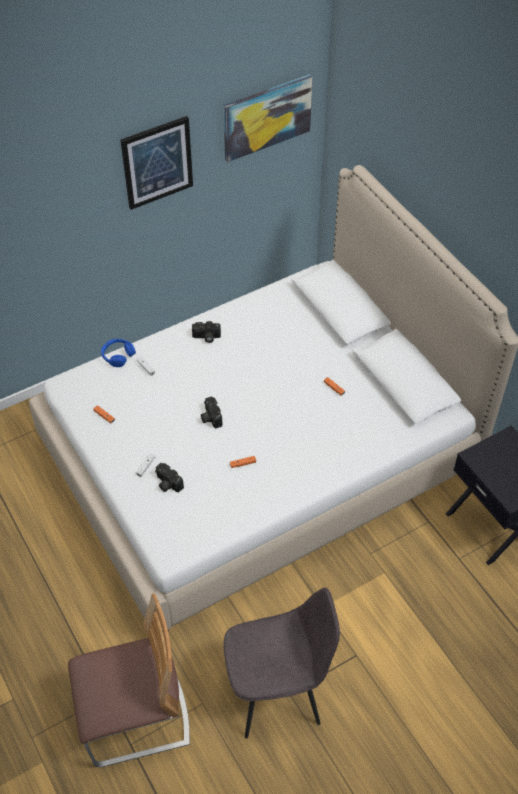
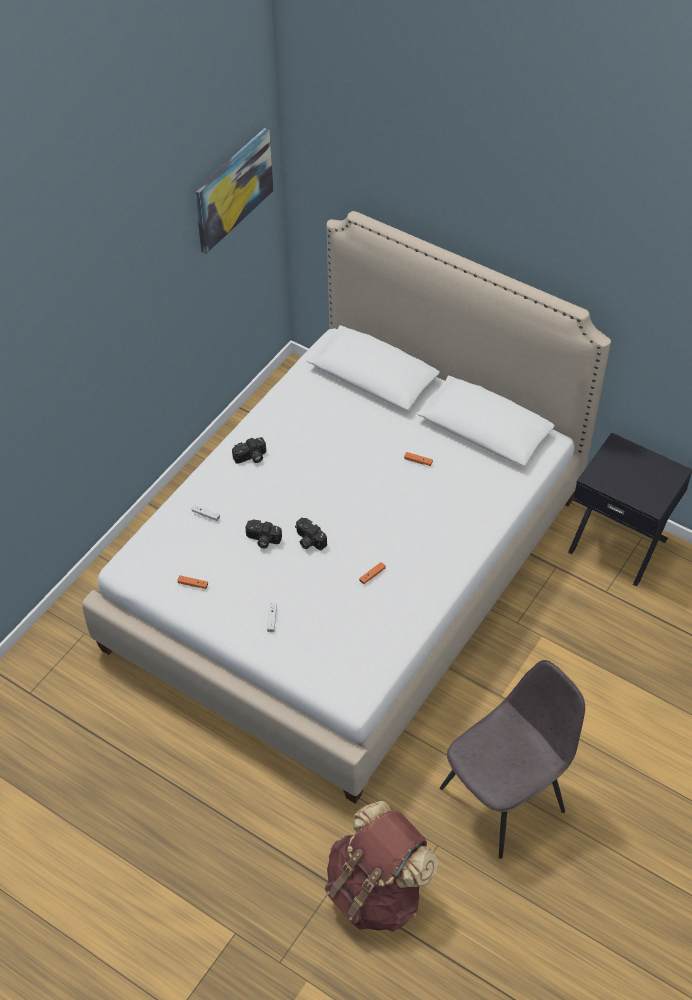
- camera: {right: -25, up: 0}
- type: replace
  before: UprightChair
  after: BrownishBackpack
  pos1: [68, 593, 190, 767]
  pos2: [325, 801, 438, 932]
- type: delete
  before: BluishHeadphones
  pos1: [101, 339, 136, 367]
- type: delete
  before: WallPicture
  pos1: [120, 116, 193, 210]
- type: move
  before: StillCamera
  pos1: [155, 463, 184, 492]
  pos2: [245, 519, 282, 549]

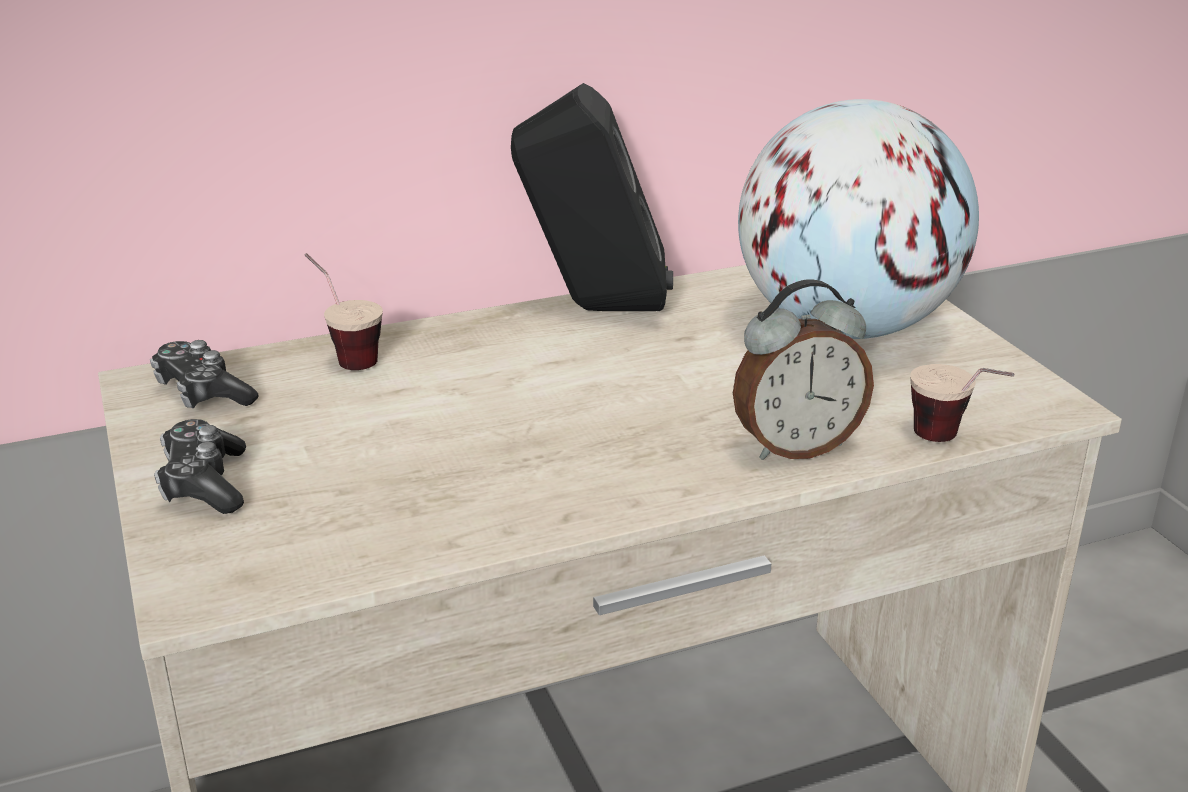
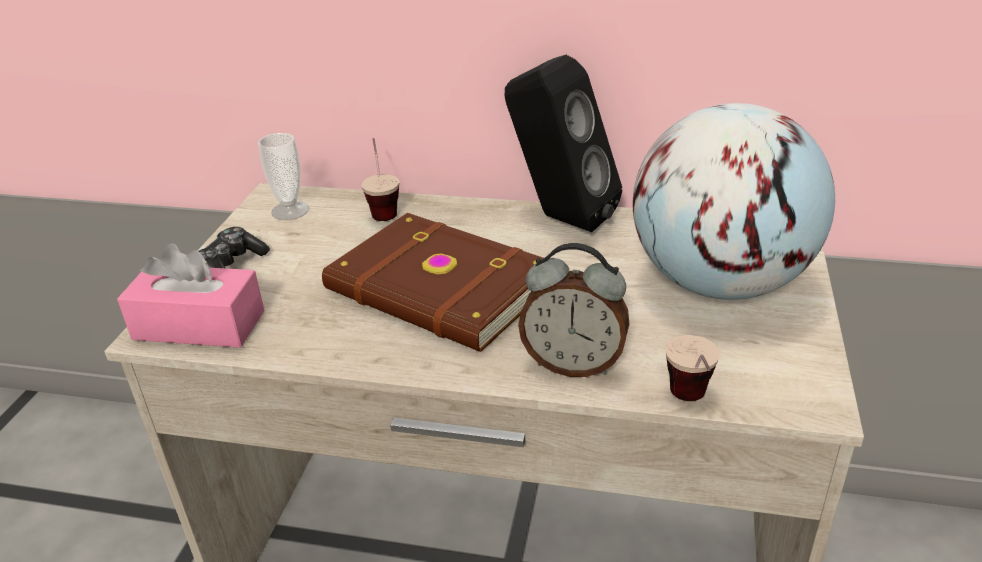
- camera: {right: 35, up: 5}
- type: replace
  before: Joypad
  after: DrinkingCup
  pos1: [150, 340, 259, 409]
  pos2: [258, 133, 309, 220]
- type: insert
  after: PinkTissueHolder
  pos2: [117, 243, 265, 348]
- type: insert
  after: BrownishBook
  pos2: [322, 213, 543, 352]

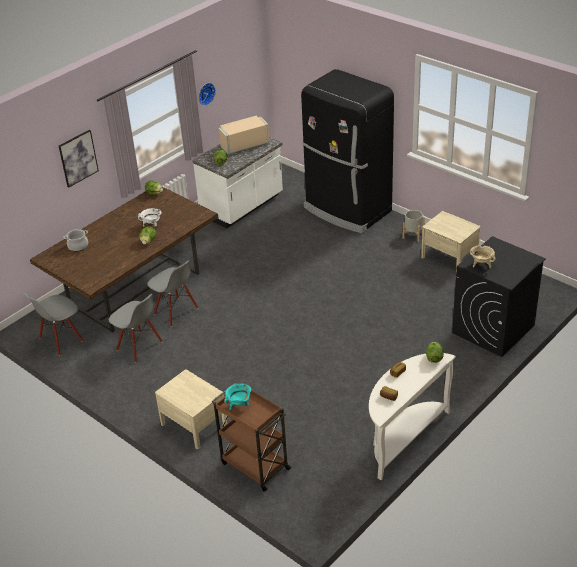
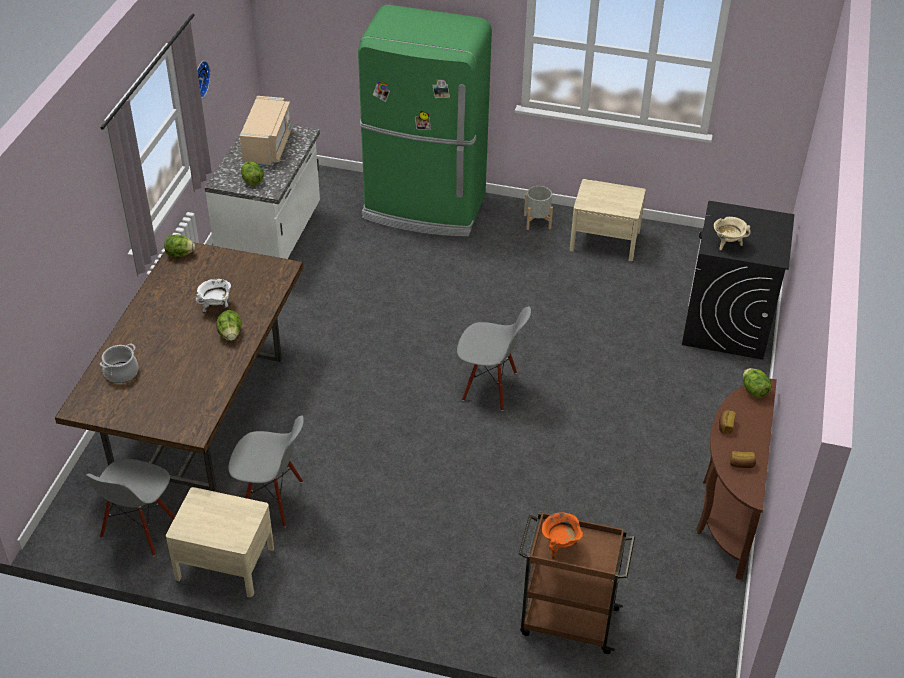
- camera: {right: -30, up: 5}
- type: delete
  before: WallPicture
  pos1: [59, 130, 99, 187]
- type: move
  before: GreyishUprightChair
  pos1: [147, 260, 199, 327]
  pos2: [457, 306, 531, 411]
- type: move
  before: BeigeColouredNightTable
  pos1: [155, 370, 227, 449]
  pos2: [166, 487, 274, 597]
- type: rotate
  before: BeigeColouredMicrowaveOven
  pos1: [219, 116, 270, 155]
  pos2: [240, 96, 292, 166]
  turn: 150
- type: recolor
  before: BlueGreenStockpot
  after: OrangeColouredStockpot
  pos1: [224, 383, 251, 411]
  pos2: [542, 512, 583, 559]
- type: recolor
  before: BlackishFridge
  after: GreenColouredFridge
  pos1: [301, 69, 394, 233]
  pos2: [358, 5, 492, 236]
- type: recolor
  before: WhiteColouredHallTable
  after: BrownishHallTable
  pos1: [369, 353, 456, 480]
  pos2: [696, 379, 777, 579]

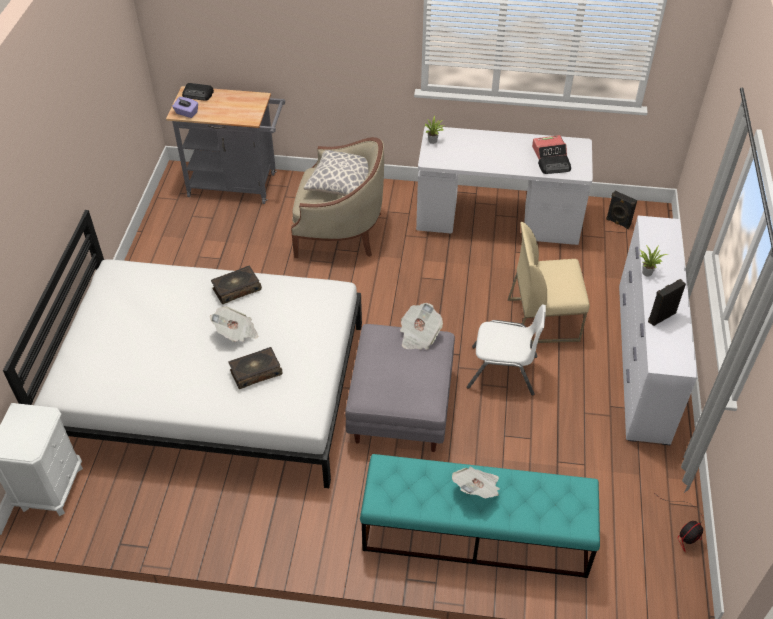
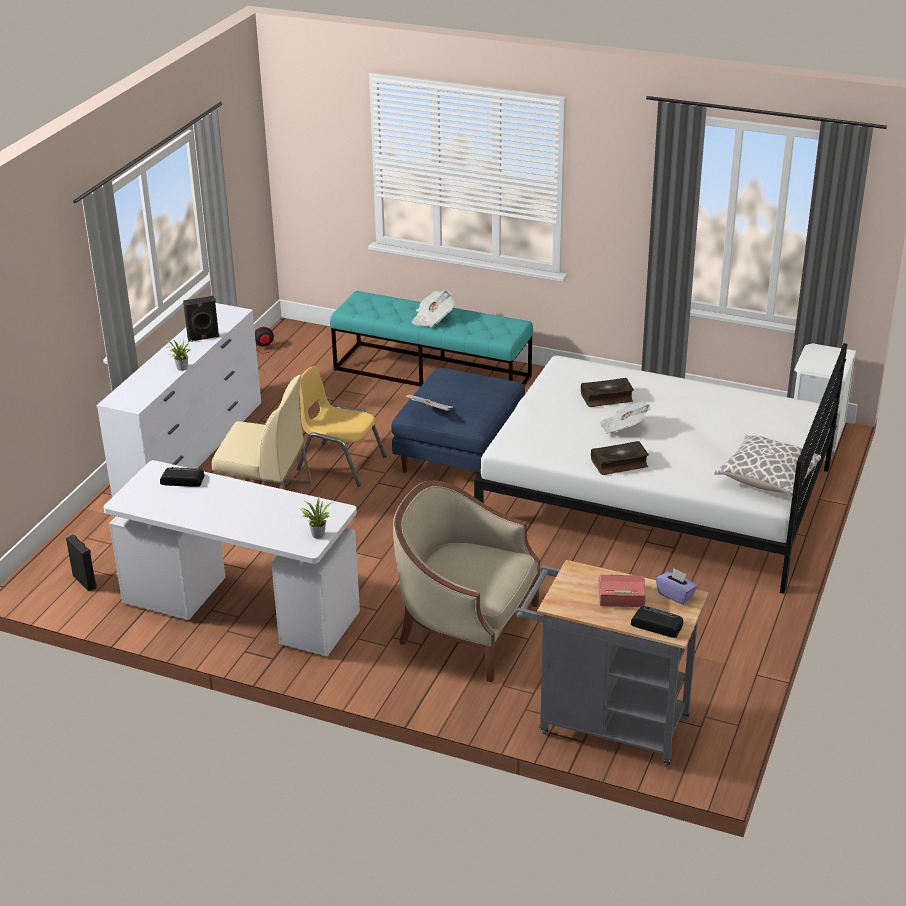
- camera: {right: -165, up: -15}
- type: move
  before: Pillow
  pos1: [304, 150, 368, 196]
  pos2: [714, 435, 821, 496]
- type: recolor
  before: GreyishFootrest
  after: BluishFootrest
  pos1: [345, 324, 455, 452]
  pos2: [392, 368, 525, 478]
- type: recolor
  before: WhiteColouredUprightChair
  after: YellowUprightChair
  pos1: [467, 304, 546, 396]
  pos2: [297, 366, 387, 487]
- type: move
  before: AlarmClock
  pos1: [532, 135, 567, 159]
  pos2: [598, 575, 646, 607]

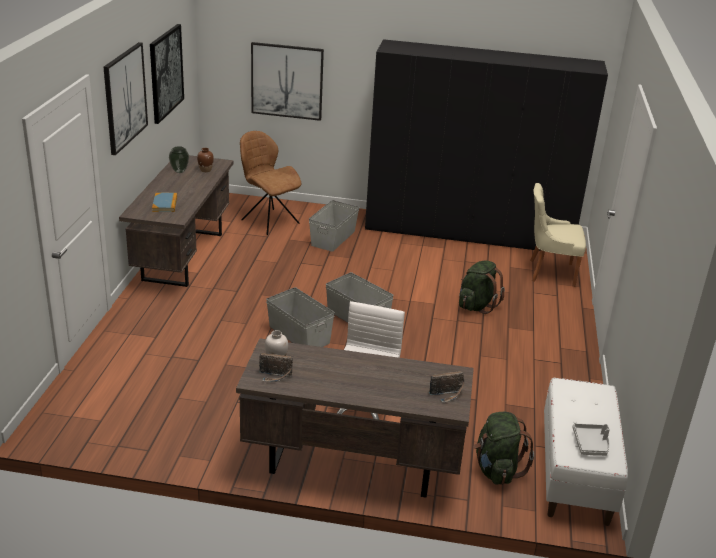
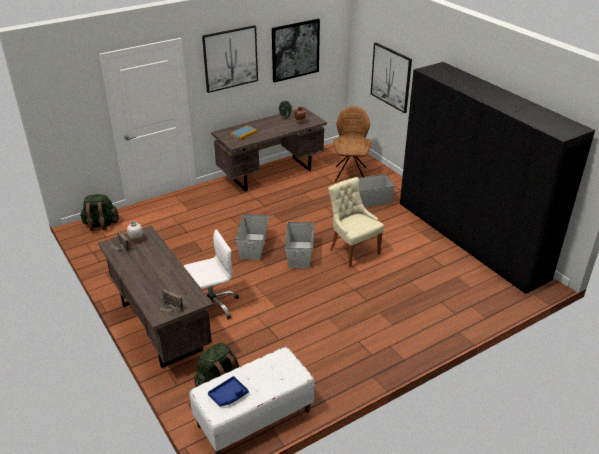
- camera: {right: 50, up: 5}
- type: move
  before: GreenColouredBackpack
  pos1: [459, 261, 505, 314]
  pos2: [81, 194, 119, 231]
- type: move
  before: BeigeColouredUprightChair
  pos1: [530, 183, 586, 287]
  pos2: [328, 177, 384, 268]
- type: recolor
  before: GreyishCarryingTray
  after: BluishCarryingTray
  pos1: [573, 423, 610, 456]
  pos2: [208, 376, 249, 406]

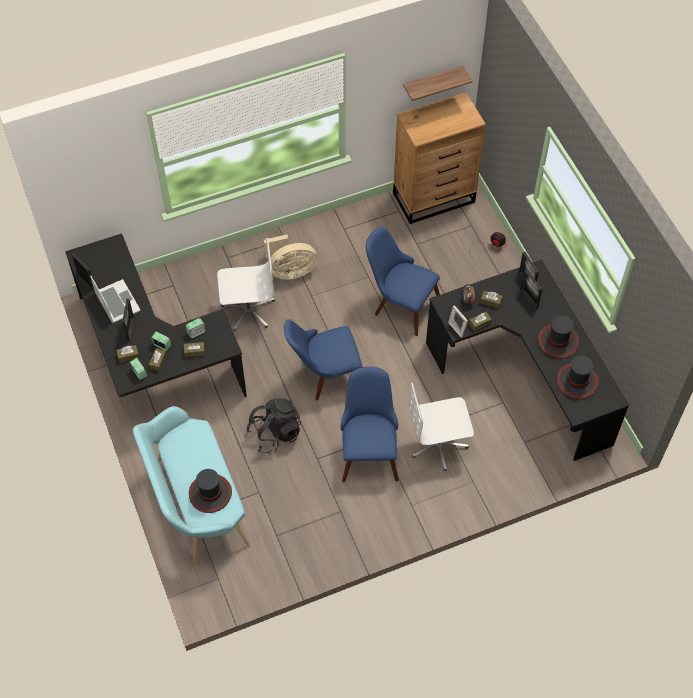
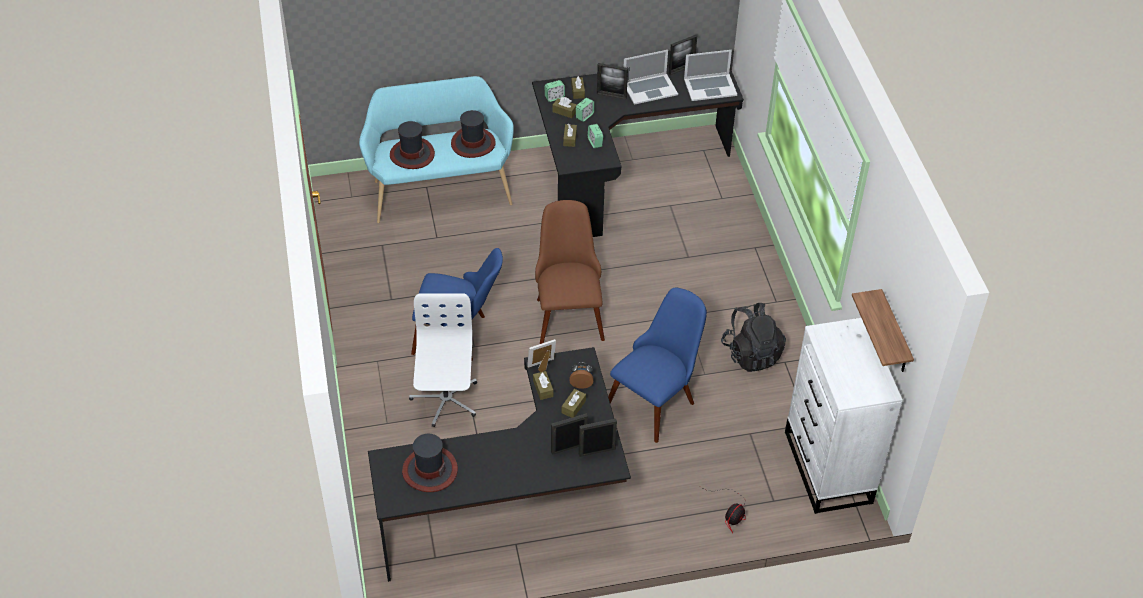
- camera: {right: 100, up: -10}
- type: delete
  before: WhiteColouredComputerChair
  pos1: [217, 238, 275, 331]
- type: move
  before: BlackishBackpack
  pos1: [247, 398, 301, 454]
  pos2: [721, 303, 786, 372]
- type: delete
  before: BeigeColouredCoolingFan
  pos1: [264, 235, 317, 280]
- type: recolor
  before: BluishUprightChair
  after: BrownishUprightChair
  pos1: [284, 319, 362, 400]
  pos2: [535, 200, 605, 344]
- type: recolor
  before: BrownishDresser
  after: WhiteColouredDresser
  pos1: [393, 93, 486, 224]
  pos2: [785, 318, 903, 514]
- type: move
  before: Hat
  pos1: [538, 315, 579, 358]
  pos2: [451, 110, 496, 158]
- type: insert
  after: NotebookComputer
  pos2: [684, 50, 737, 101]

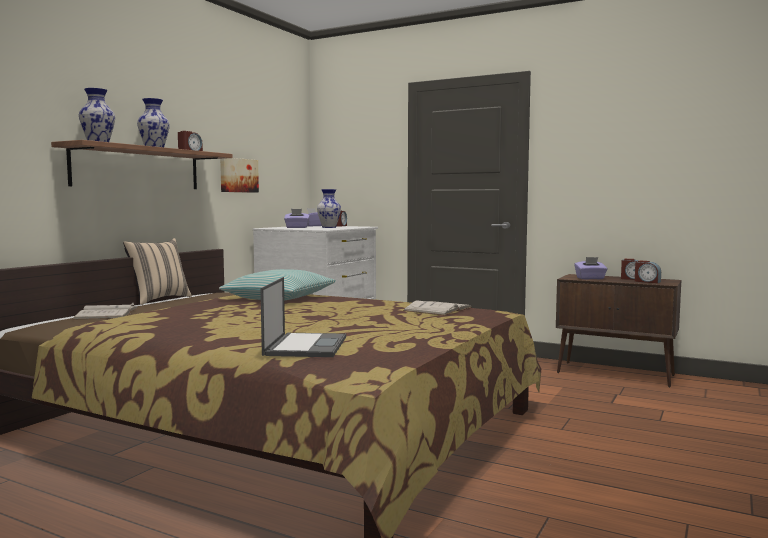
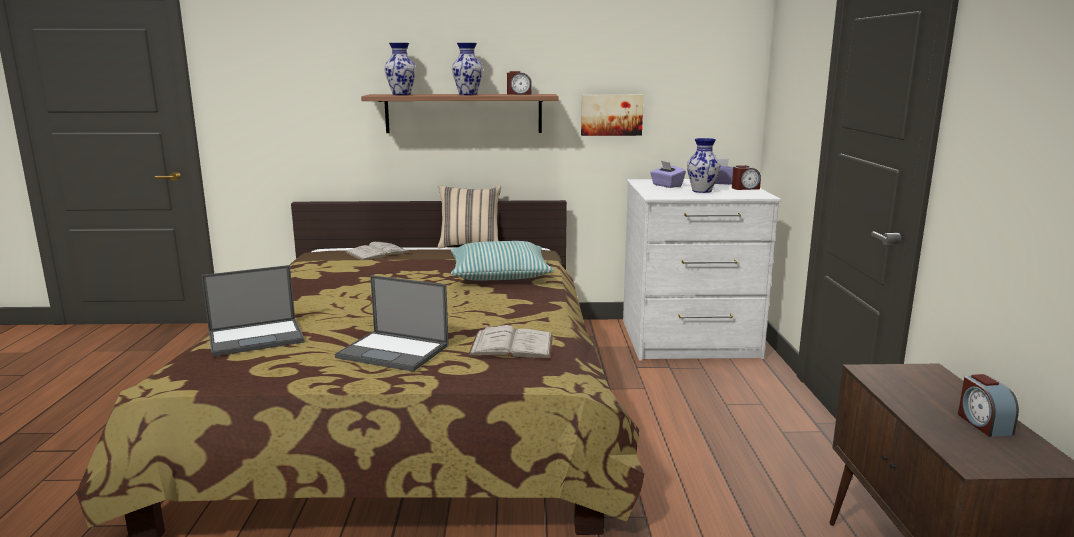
- camera: {right: 60, up: 10}
- type: delete
  before: PurpleTissueHolder
  pos1: [574, 257, 607, 279]
- type: delete
  before: AlarmClock
  pos1: [635, 260, 661, 283]
- type: insert
  after: NotebookComputer
  pos2: [335, 275, 449, 372]

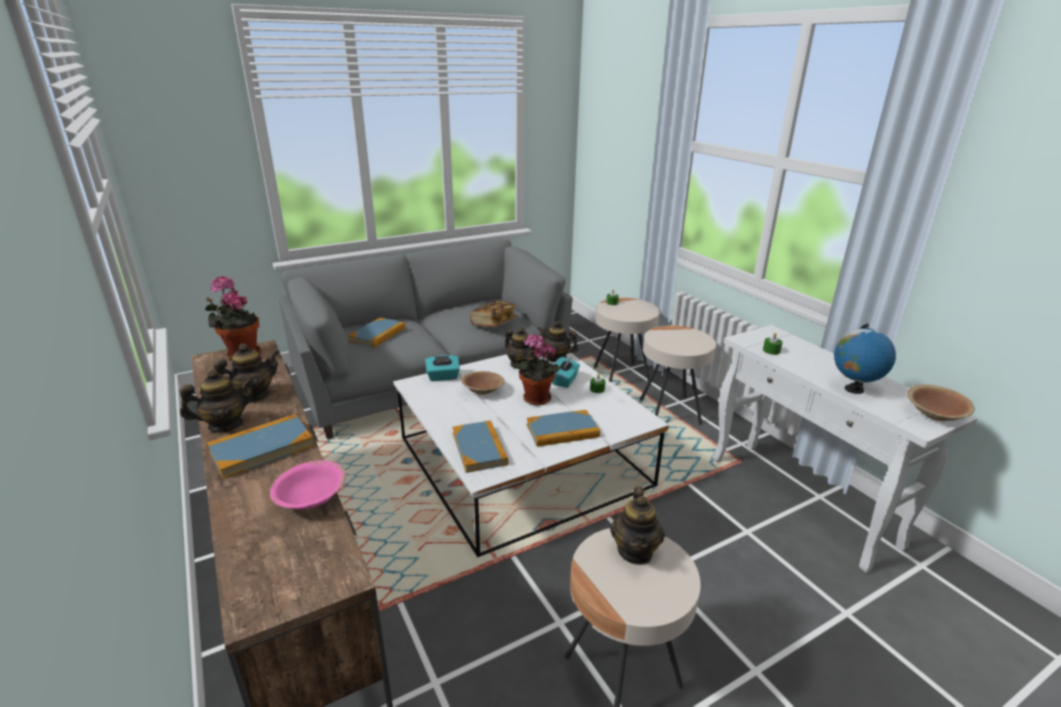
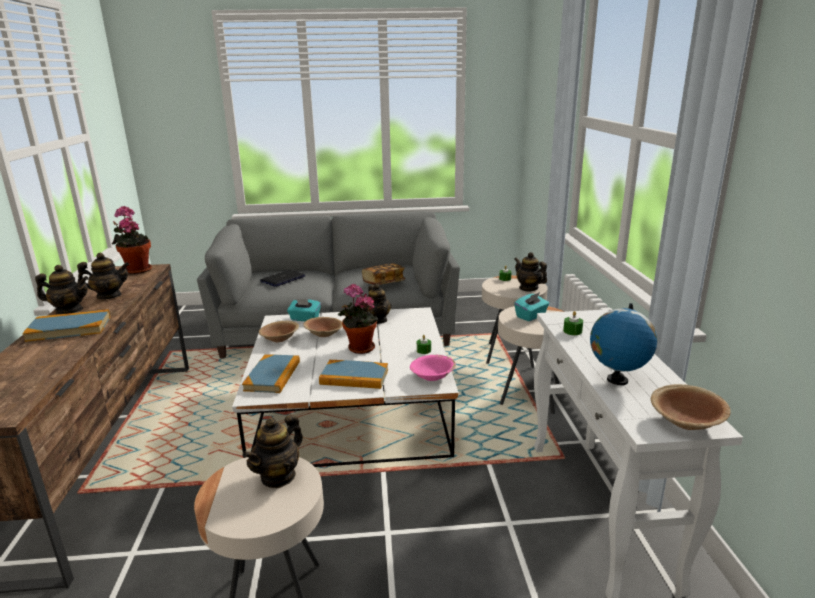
- camera: {right: 25, up: -5}
- type: move
  before: PinkBowl
  pos1: [270, 460, 346, 510]
  pos2: [410, 355, 456, 381]
- type: replace
  before: Book
  after: NotebookComputer
  pos1: [348, 318, 405, 348]
  pos2: [260, 270, 305, 287]
- type: move
  before: Teapot
  pos1: [538, 321, 578, 362]
  pos2: [514, 252, 547, 291]
- type: move
  before: BlueGreenTissueHolder
  pos1: [552, 357, 580, 388]
  pos2: [514, 292, 549, 321]
- type: insert
  after: BrownishBowl
  pos2: [259, 321, 299, 342]

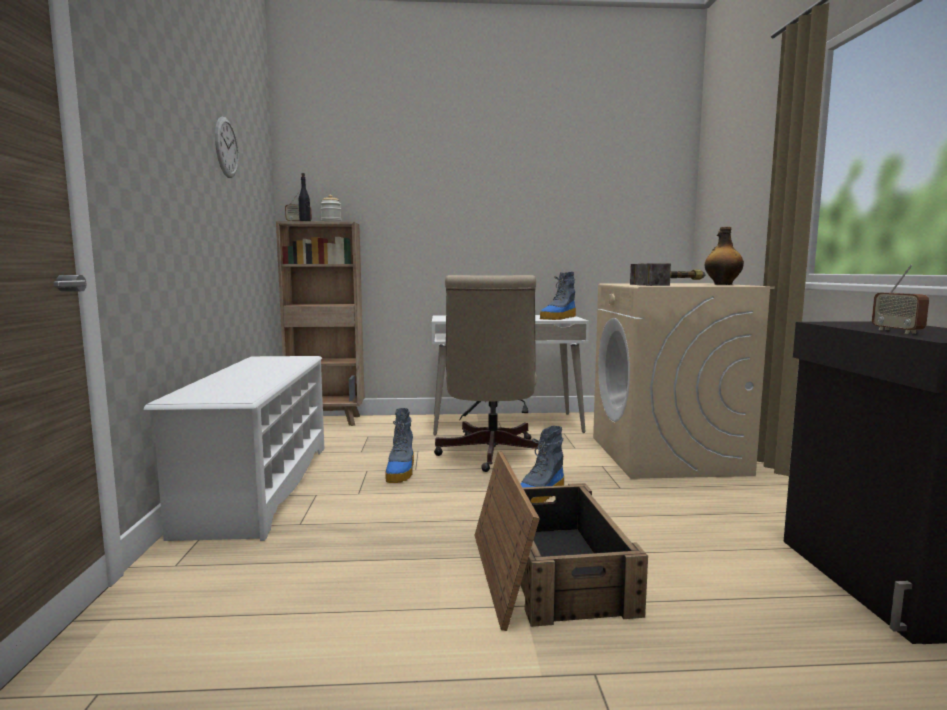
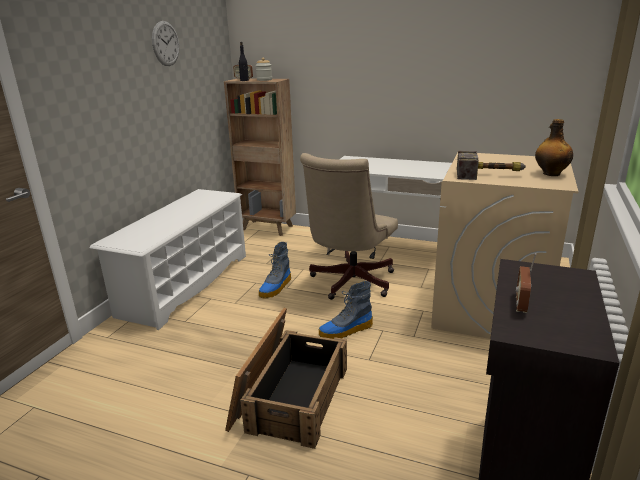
- camera: {right: 25, up: 15}
- type: delete
  before: HighTopBoot
  pos1: [540, 272, 576, 320]

